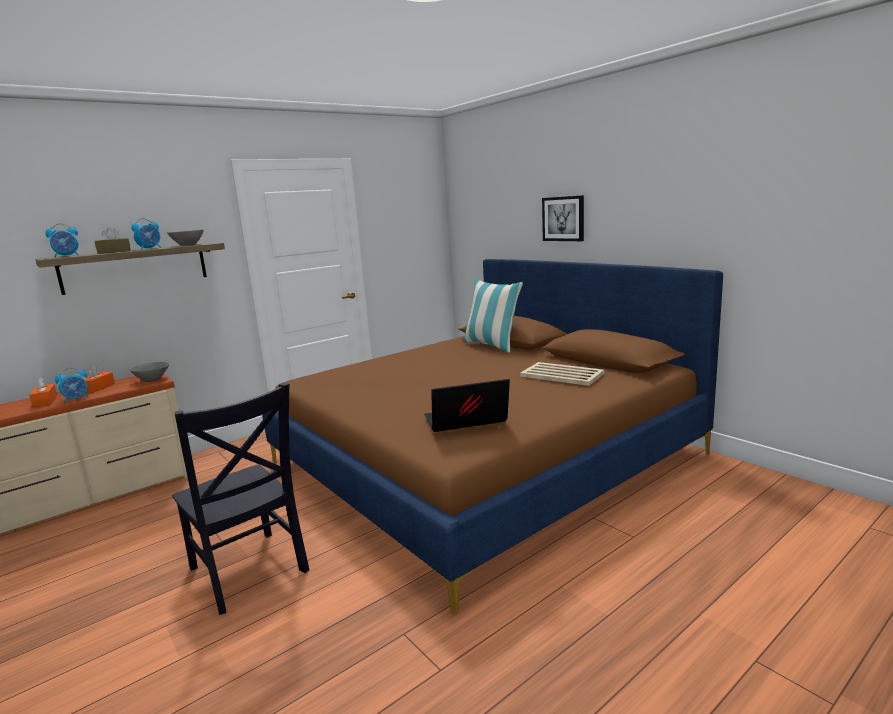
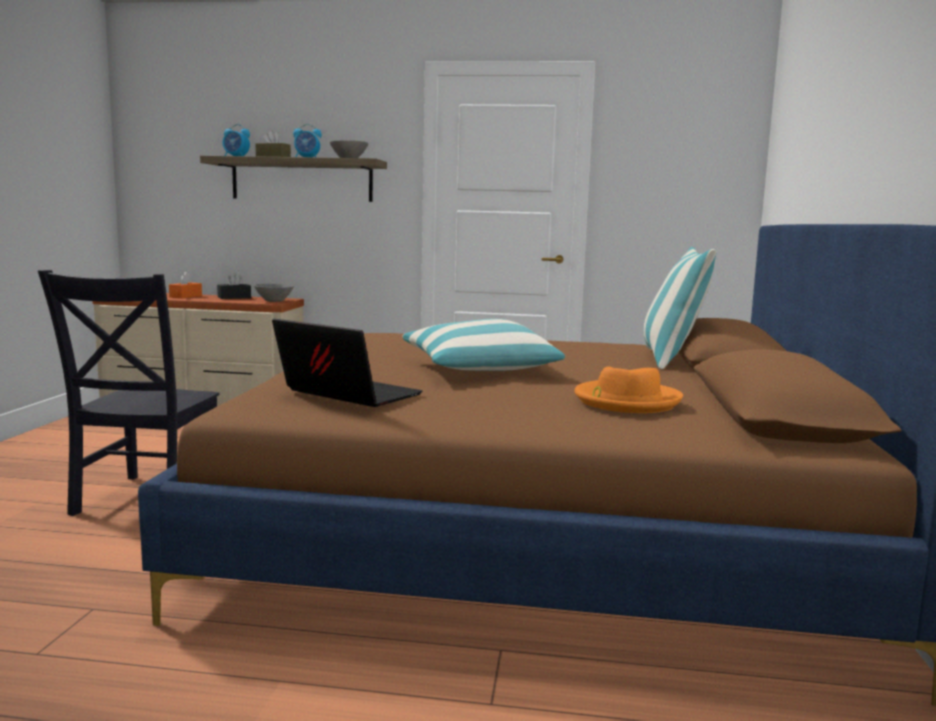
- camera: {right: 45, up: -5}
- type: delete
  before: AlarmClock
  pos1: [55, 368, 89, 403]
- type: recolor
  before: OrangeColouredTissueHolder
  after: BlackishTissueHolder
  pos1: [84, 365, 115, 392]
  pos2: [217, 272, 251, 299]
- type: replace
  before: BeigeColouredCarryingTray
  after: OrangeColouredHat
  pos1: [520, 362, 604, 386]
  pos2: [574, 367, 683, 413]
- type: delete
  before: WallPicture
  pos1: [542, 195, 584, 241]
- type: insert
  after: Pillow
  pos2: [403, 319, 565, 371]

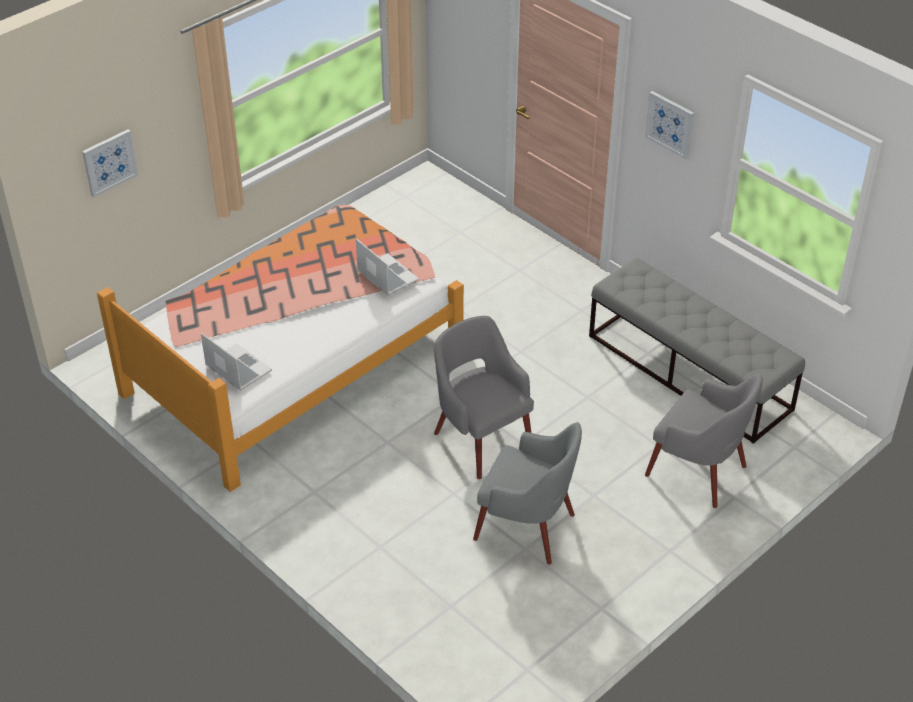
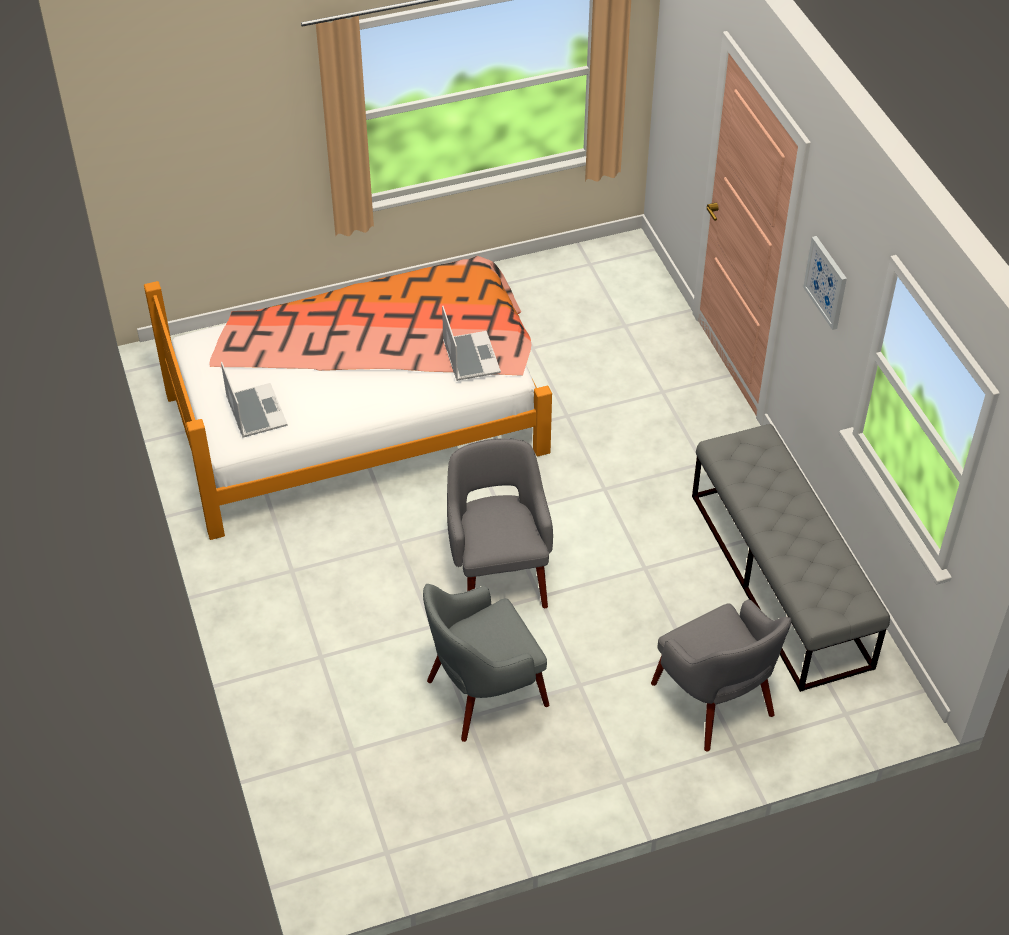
- camera: {right: 25, up: 5}
- type: delete
  before: WallPicture
  pos1: [82, 129, 138, 197]
- type: rotate
  before: GreyishArmchair
  pos1: [473, 422, 582, 564]
  pos2: [423, 584, 549, 742]
  turn: 105

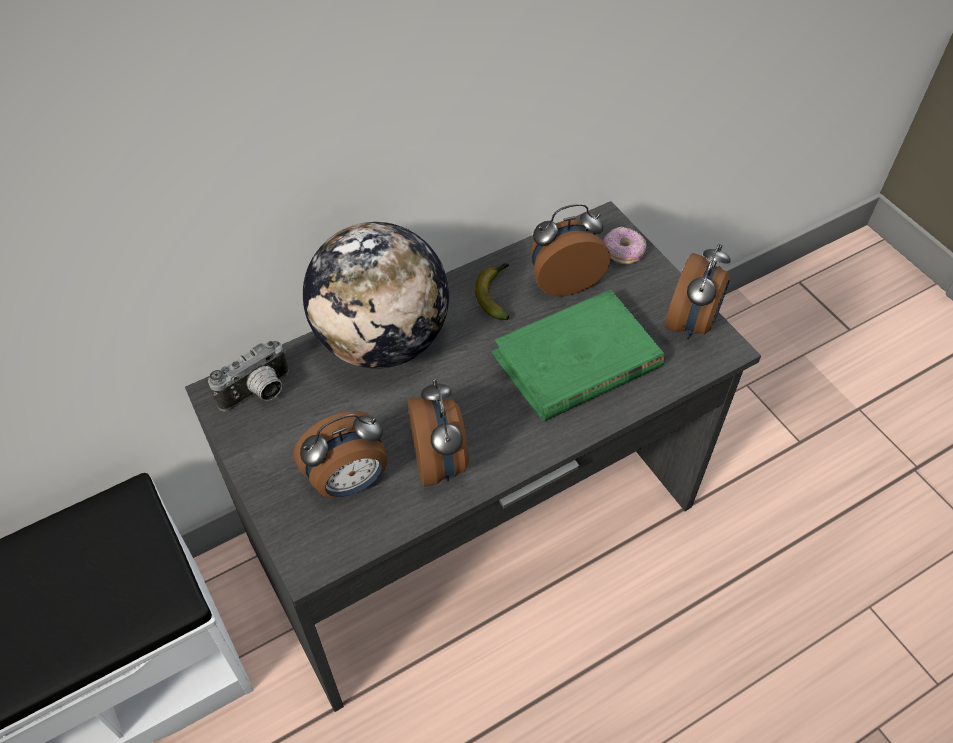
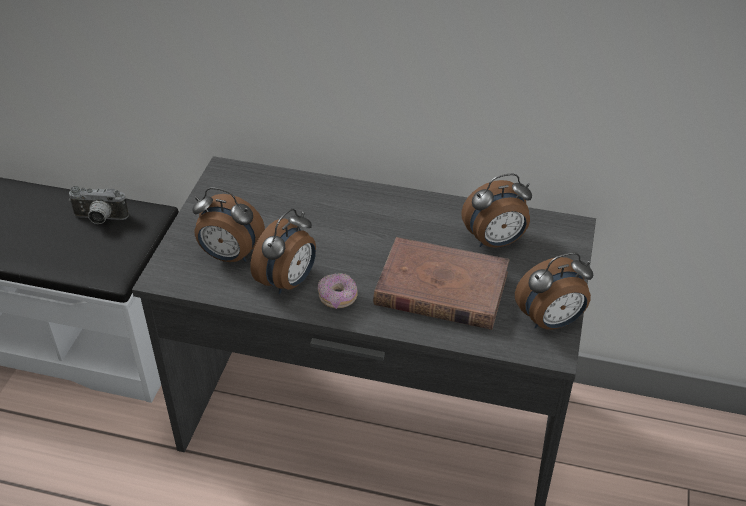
- camera: {right: 45, up: -10}
- type: move
  before: StillCamera
  pos1: [208, 341, 289, 411]
  pos2: [68, 186, 129, 224]
- type: delete
  before: WorldGlobe
  pos1: [303, 222, 449, 369]
- type: delete
  before: WholeBanana
  pos1: [475, 263, 509, 320]
- type: recolor
  before: GreenColouredBook
  after: BrownishBook
  pos1: [491, 289, 665, 422]
  pos2: [373, 237, 510, 330]
- type: rotate
  before: AlarmClock
  pos1: [531, 204, 610, 296]
  pos2: [461, 174, 532, 248]
  turn: 135
- type: move
  before: Doughnut
  pos1: [603, 226, 647, 264]
  pos2: [318, 273, 358, 309]

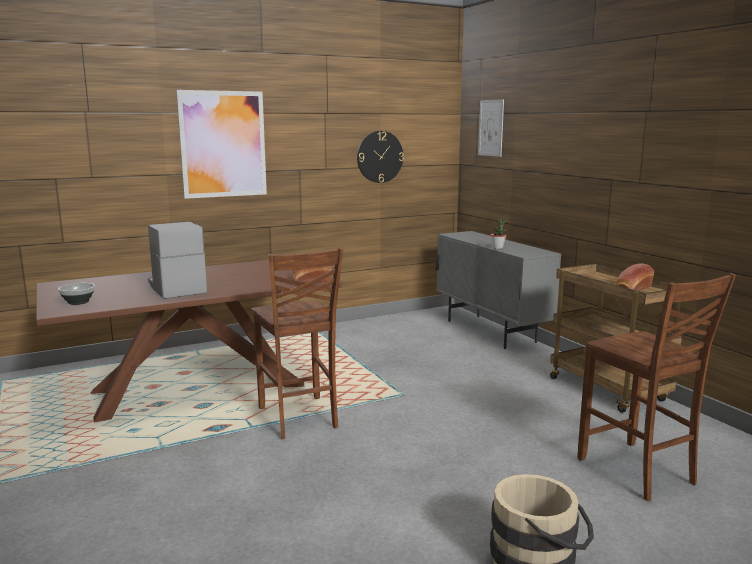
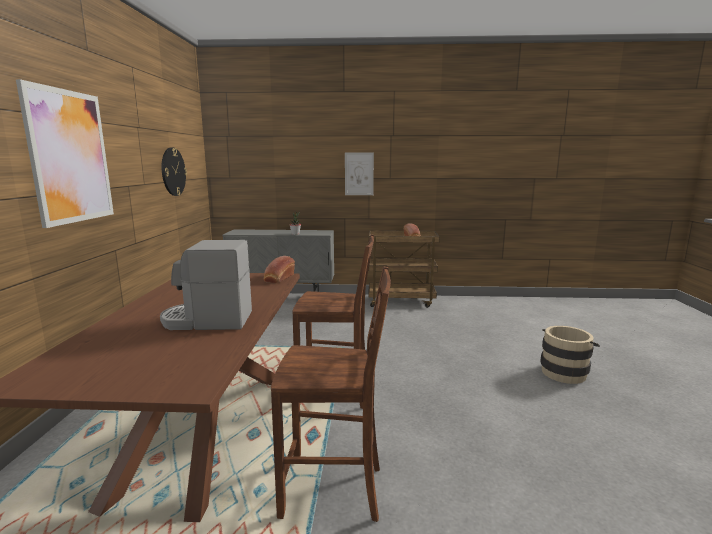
- camera: {right: -60, up: 0}
- type: delete
  before: Bowl
  pos1: [58, 283, 95, 305]
- type: move
  before: WallPicture
  pos1: [478, 99, 504, 157]
  pos2: [345, 152, 374, 195]
- type: move
  before: BrownishUprightChair
  pos1: [577, 273, 736, 501]
  pos2: [271, 267, 391, 522]

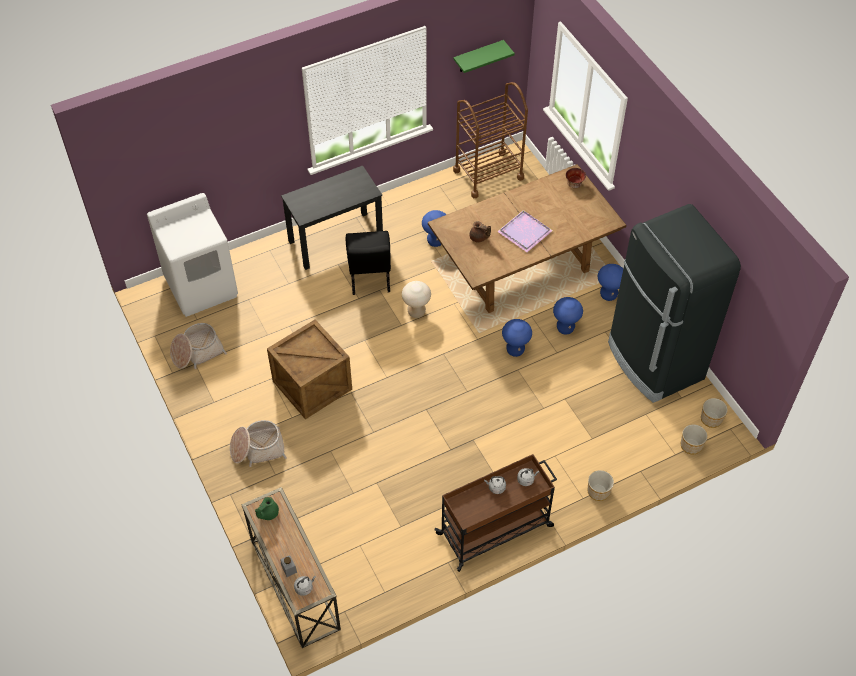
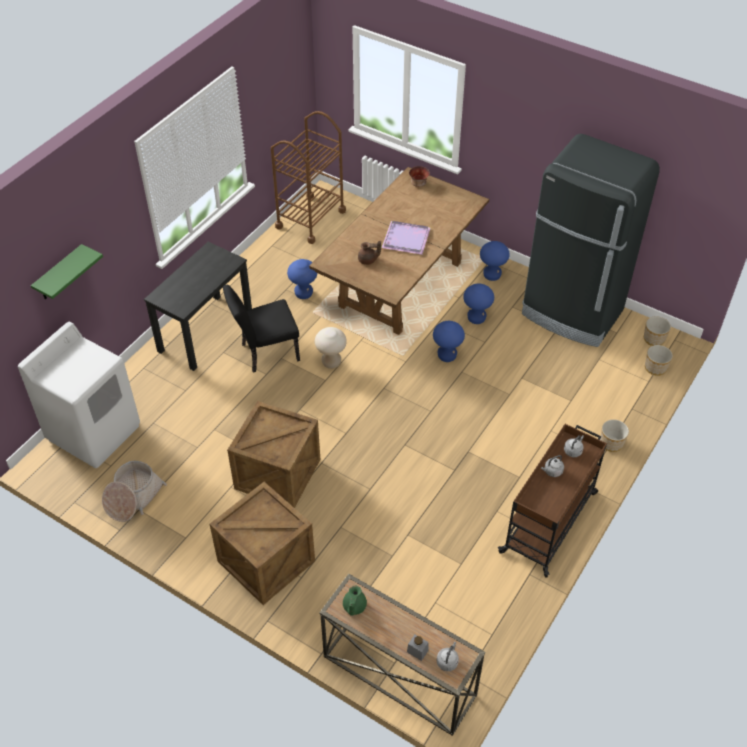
- camera: {right: -30, up: -5}
- type: replace
  before: HouseholdBasket
  after: Crate
  pos1: [230, 420, 287, 467]
  pos2: [210, 482, 315, 605]
- type: rotate
  before: BlackishUprightChair
  pos1: [345, 231, 391, 295]
  pos2: [223, 285, 300, 373]
  turn: 105
- type: move
  before: GreenColouredWallShelf
  pos1: [453, 40, 515, 73]
  pos2: [31, 244, 103, 299]

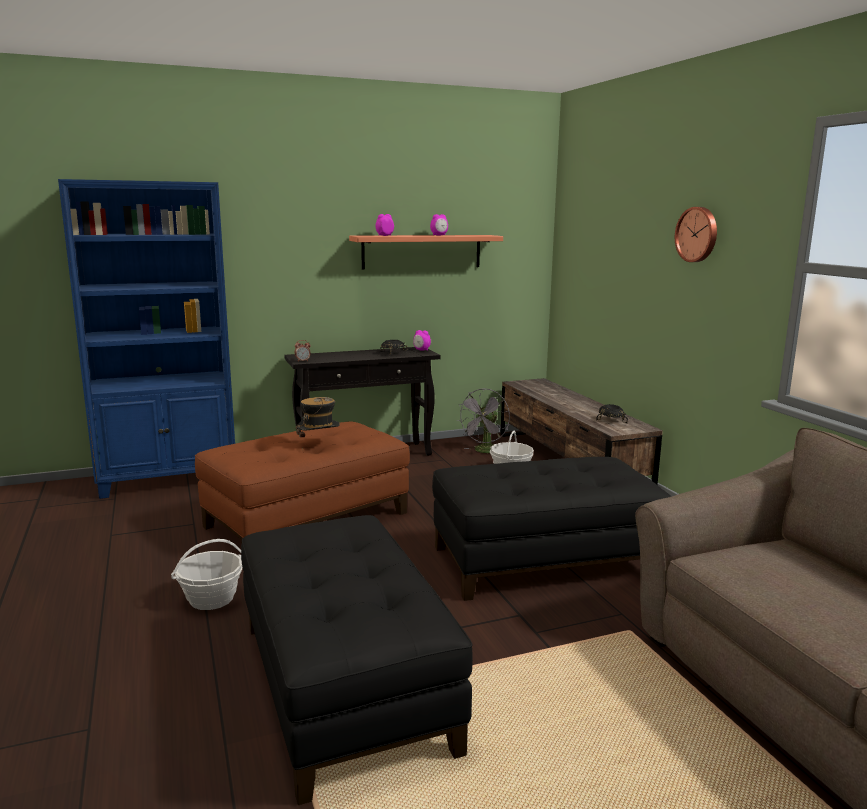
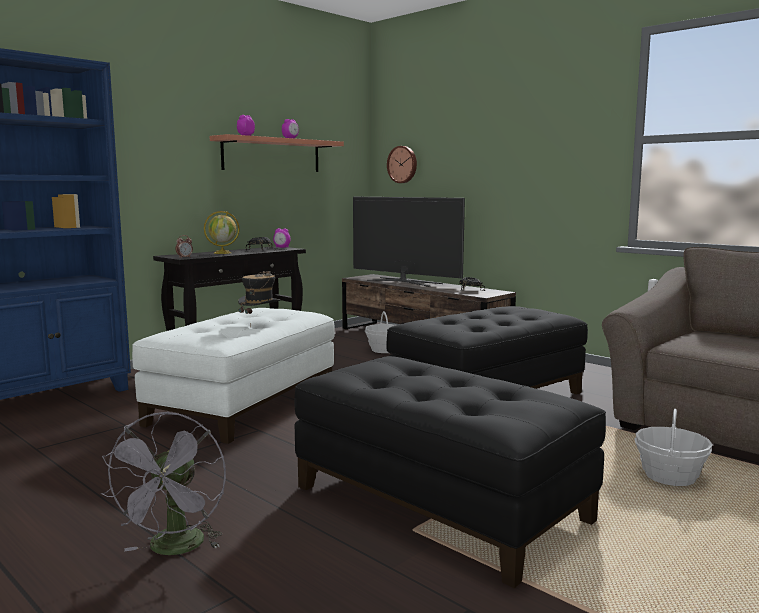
- camera: {right: -25, up: -5}
- type: move
  before: HouseholdBasket
  pos1: [171, 539, 242, 610]
  pos2: [634, 409, 713, 486]
- type: recolor
  before: BrownishFootrest
  after: WhiteColouredFootrest
  pos1: [195, 421, 410, 544]
  pos2: [132, 308, 335, 444]
- type: move
  before: GreyishCoolingFan
  pos1: [457, 388, 510, 453]
  pos2: [101, 411, 226, 555]
- type: move
  before: HangingClock
  pos1: [675, 207, 717, 262]
  pos2: [387, 146, 417, 183]
- type: insert
  after: WorldGlobe
  pos2: [204, 211, 240, 254]
- type: insert
  after: Tv
  pos2: [353, 197, 465, 287]

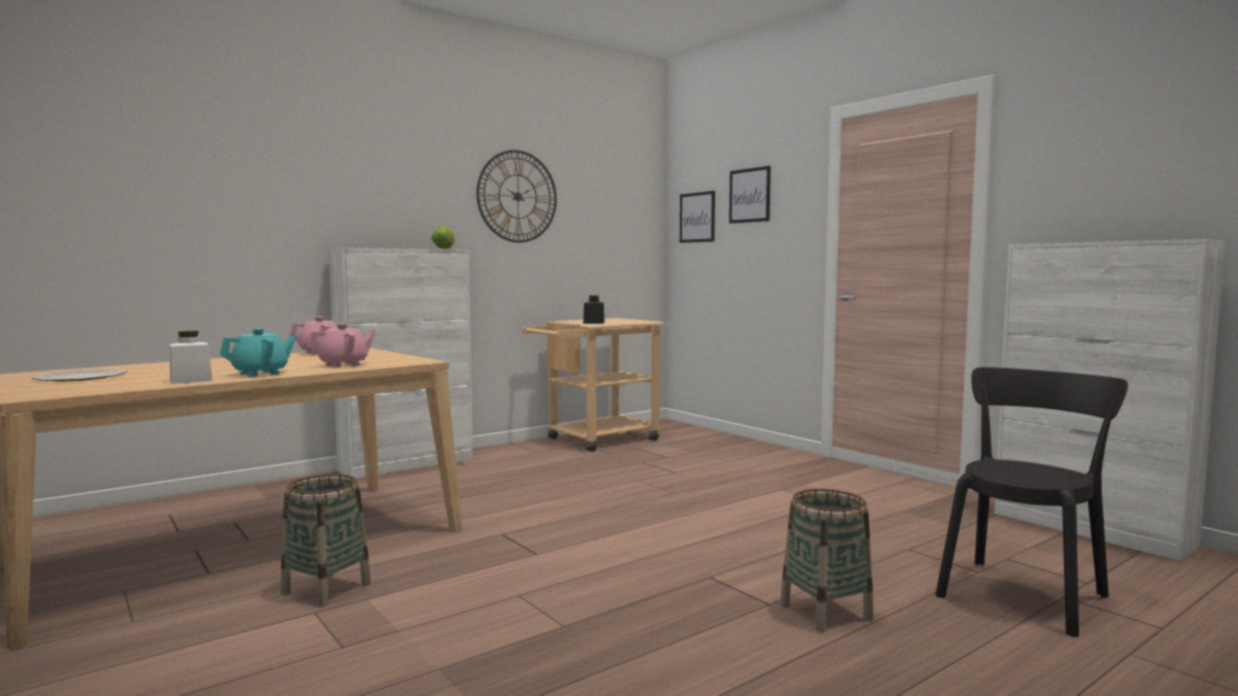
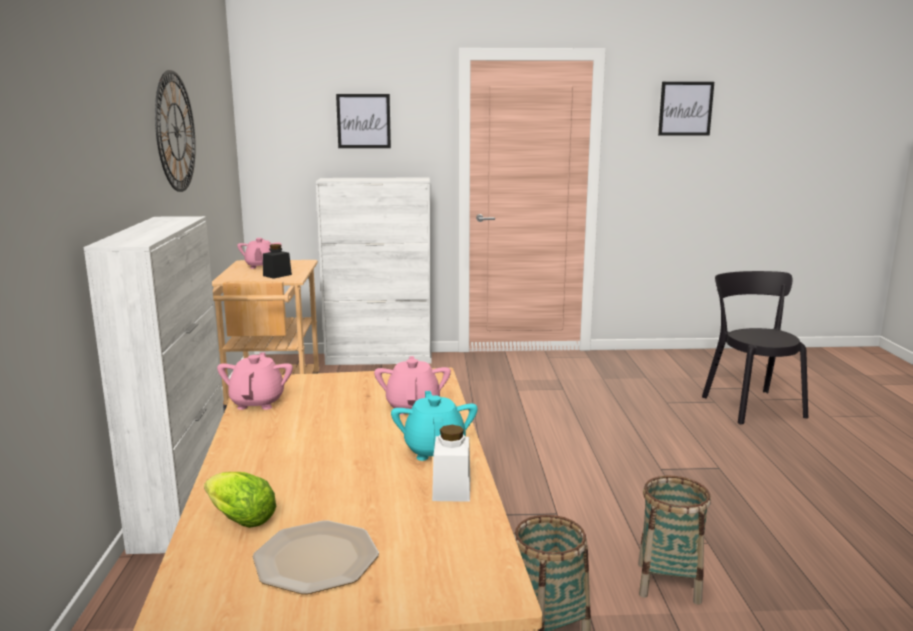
- camera: {right: -55, up: 10}
- type: move
  before: LettuceHead
  pos1: [431, 226, 455, 249]
  pos2: [204, 472, 277, 528]
- type: move
  before: WallPicture
  pos1: [680, 191, 715, 243]
  pos2: [658, 82, 714, 136]
- type: move
  before: HouseholdBasket
  pos1: [780, 489, 874, 632]
  pos2: [638, 476, 711, 605]
- type: move
  before: WhiteColouredCupboard
  pos1: [994, 239, 1225, 561]
  pos2: [316, 177, 432, 365]
- type: insert
  after: PinkTeapot
  pos2: [237, 238, 282, 269]

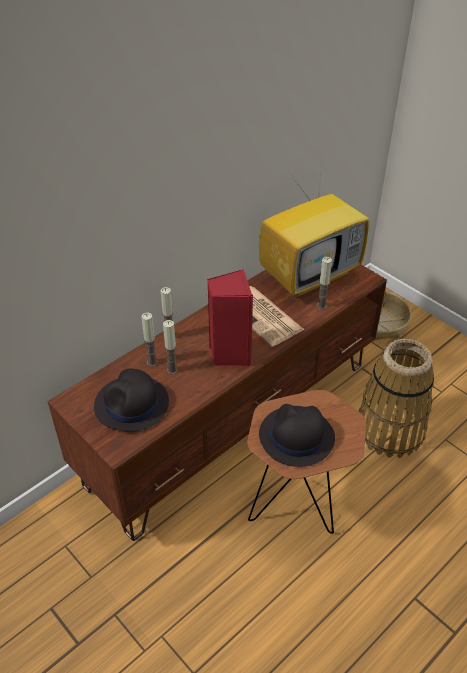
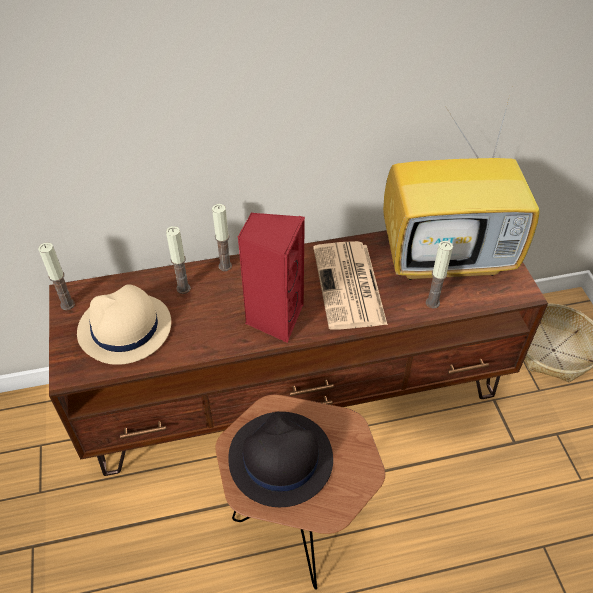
- camera: {right: 30, up: 5}
- type: recolor
  before: BlackishHat
  after: BeigeColouredHat
  pos1: [94, 368, 169, 432]
  pos2: [77, 284, 171, 365]
- type: move
  before: Candle
  pos1: [163, 320, 178, 374]
  pos2: [38, 242, 75, 310]
- type: delete
  before: HouseholdBasket
  pos1: [358, 339, 434, 458]

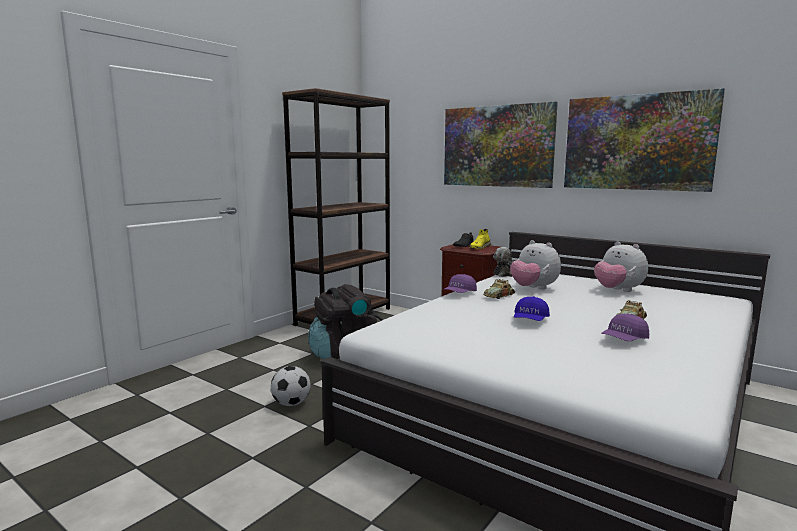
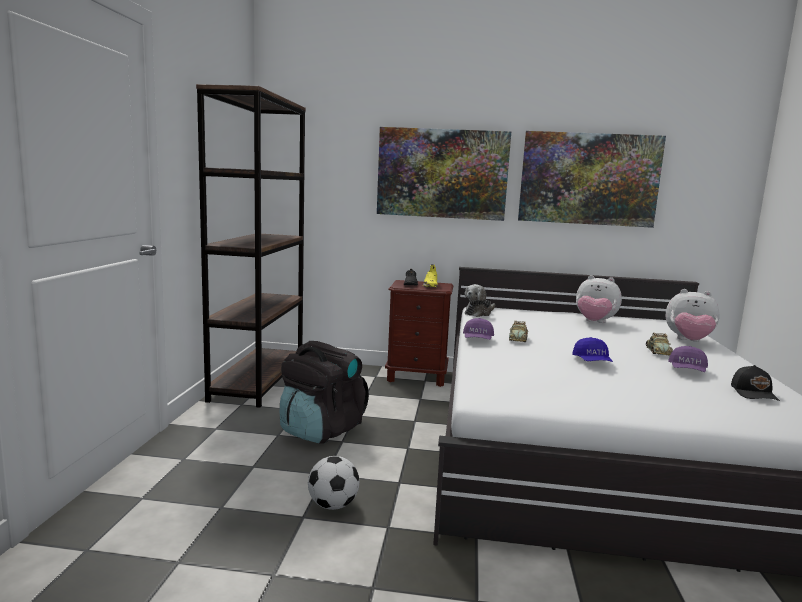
- camera: {right: -30, up: 0}
- type: move
  before: SoftToy
  pos1: [510, 240, 561, 290]
  pos2: [666, 289, 720, 342]
- type: insert
  after: BlackishCap
  pos2: [731, 365, 780, 401]

